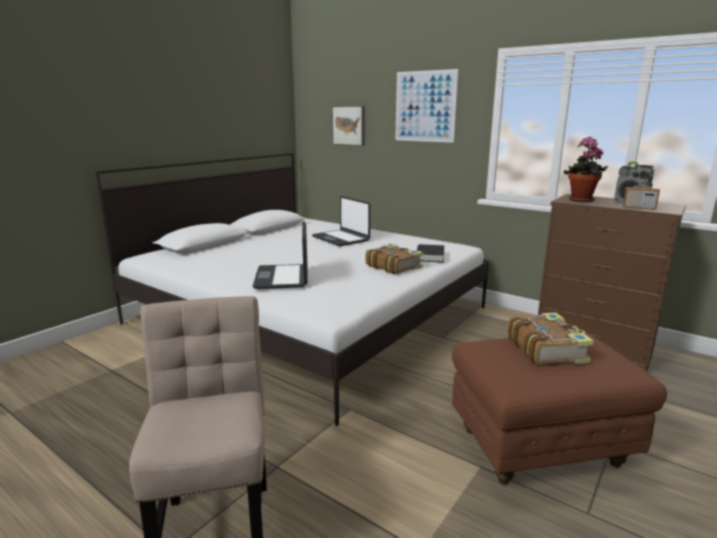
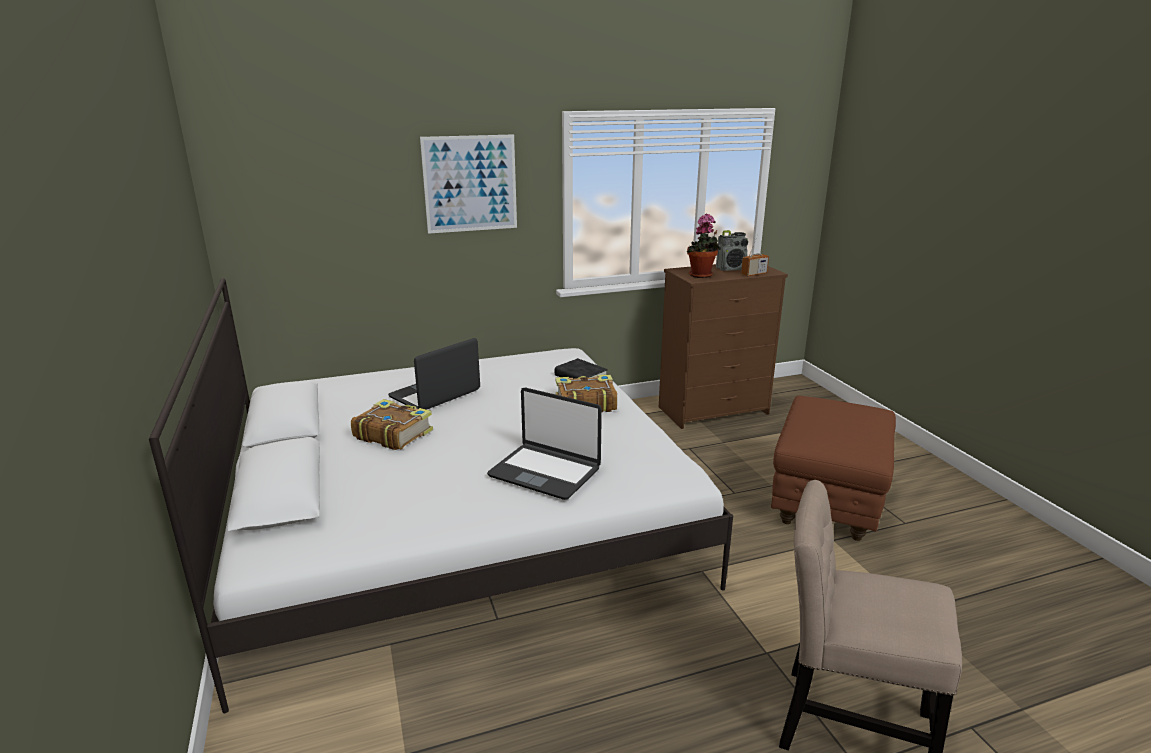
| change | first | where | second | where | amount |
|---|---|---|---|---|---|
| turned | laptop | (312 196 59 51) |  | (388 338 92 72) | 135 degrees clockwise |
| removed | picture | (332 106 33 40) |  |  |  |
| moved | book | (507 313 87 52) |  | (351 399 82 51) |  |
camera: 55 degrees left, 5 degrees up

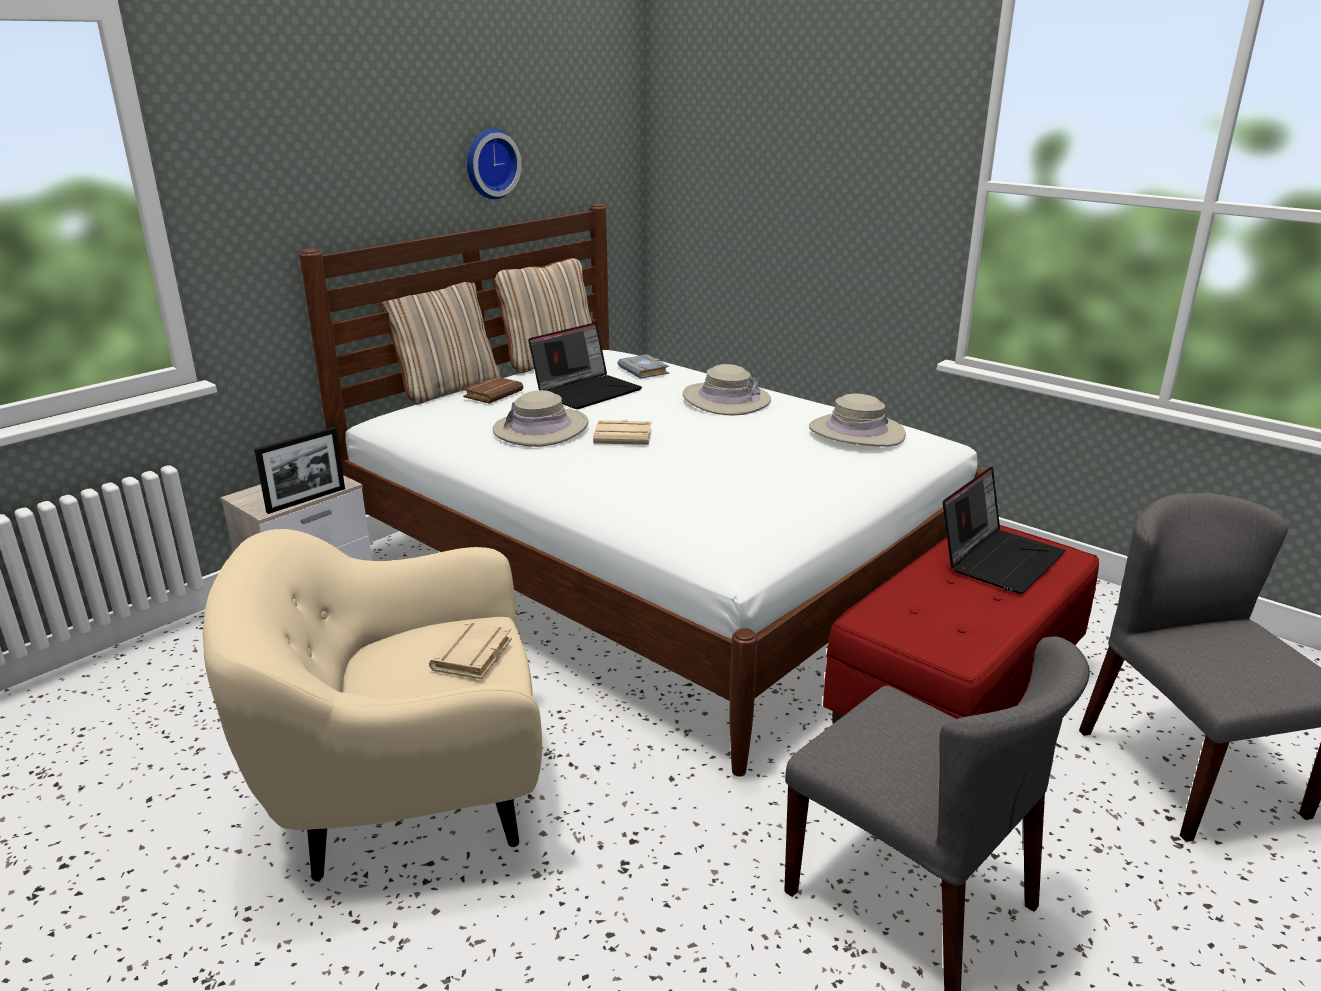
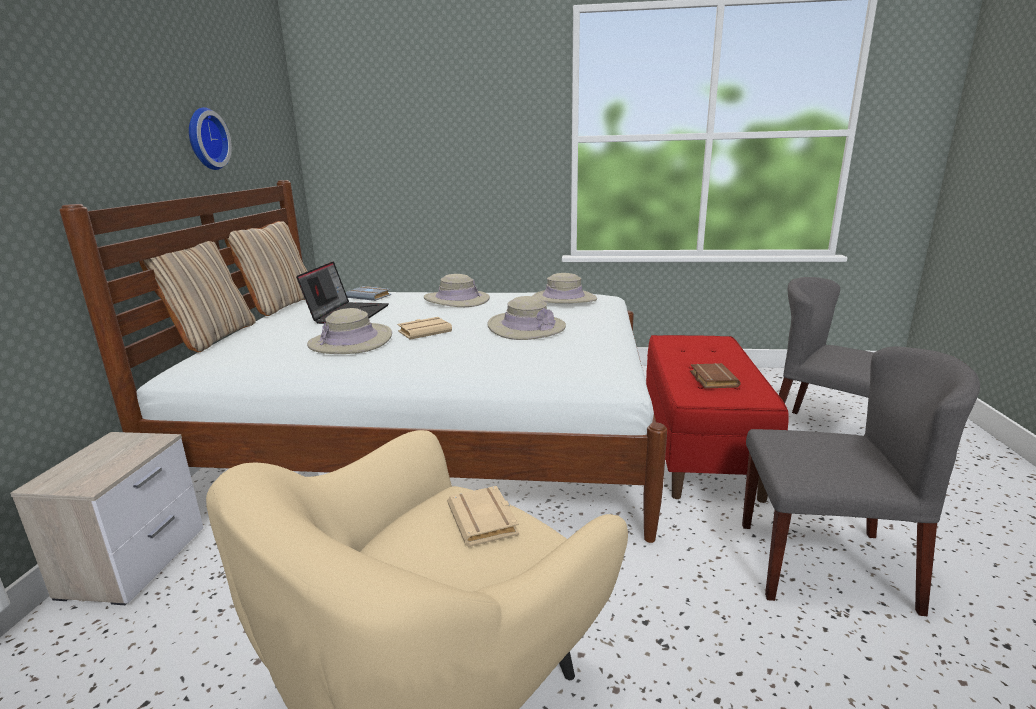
| change | first | where | second | where | amount |
|---|---|---|---|---|---|
| removed | picture_frame | (254 427 91 87) |  |  |  |
| moved | brown_book | (463 376 60 28) |  | (690 363 51 26) |  |
| removed | laptop | (943 466 123 128) |  |  |  |
| added |  |  | beige_hat | (487 296 79 44) |  |
camera: 35 degrees left, 5 degrees down

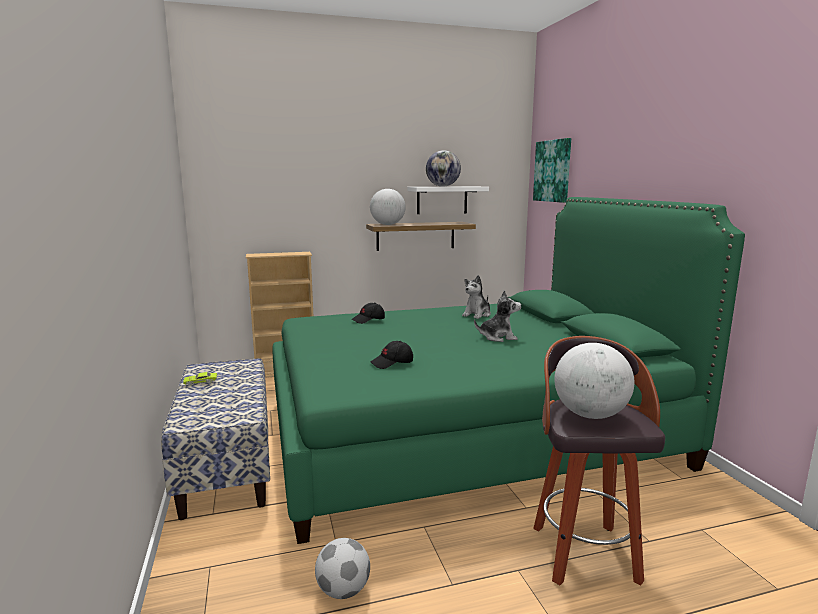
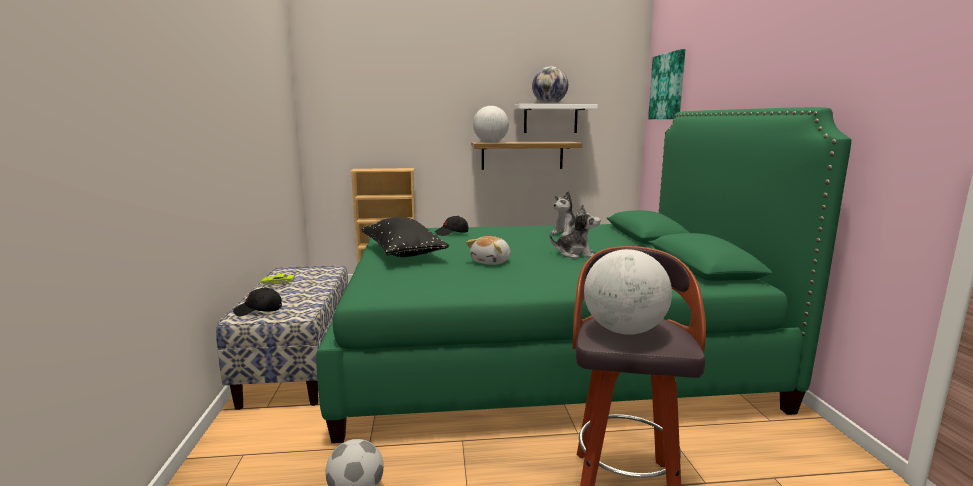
| change | first | where | second | where | amount |
|---|---|---|---|---|---|
| moved | black_cap | (371 341 42 28) |  | (233 288 49 28) |  |
| added |  |  | black_pillow | (361 217 88 40) |  |
| added |  |  | plush_toy | (466 236 44 29) |  |
camera: 10 degrees right, 0 degrees up

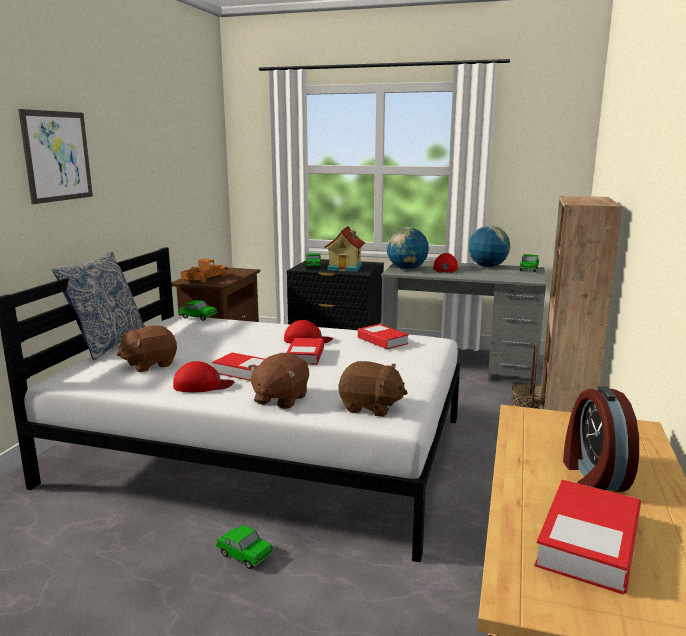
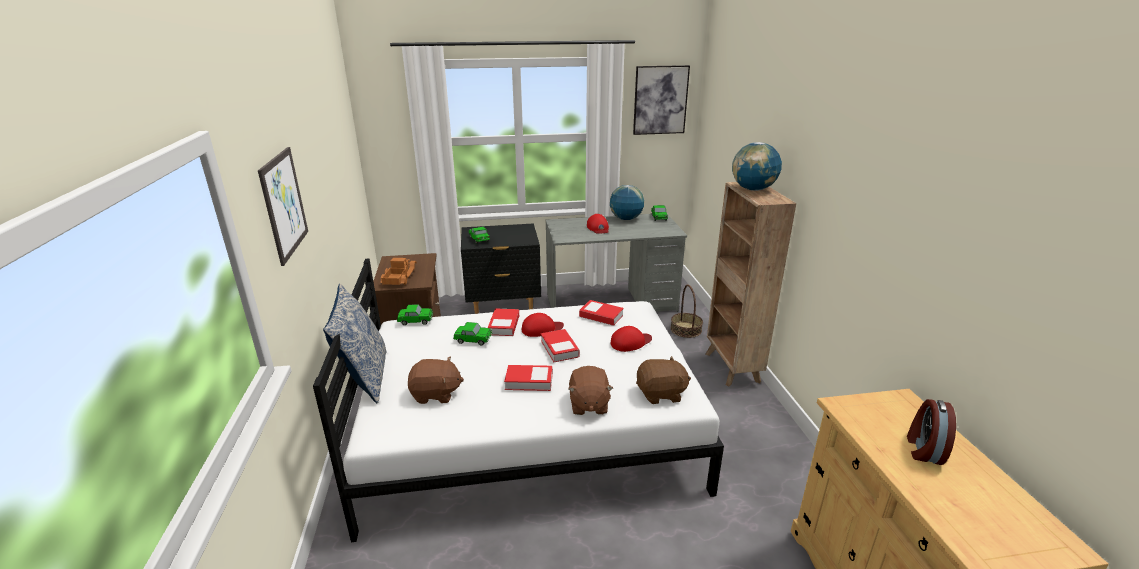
| change | first | where | second | where | amount |
|---|---|---|---|---|---|
| turned | brown_plush_toy | (117 325 60 47) |  | (408 357 56 47) | 120 degrees counterclockwise |
| moved | red_cap | (173 361 61 31) |  | (611 326 41 26) |  |
| moved | toy_car | (216 525 57 44) |  | (453 322 39 24) |  |
| removed | toy_house | (324 226 41 46) |  |  |  |
| moved | globe | (387 227 42 42) |  | (732 142 50 49) |  |
| moved | book | (534 480 107 115) |  | (488 308 31 28) |  |
| turned | alarm_clock | (563 386 76 106) |  | (907 399 49 66) | 45 degrees clockwise |
| added |  |  | picture | (633 65 57 70) |  |
camera: 25 degrees left, 10 degrees up

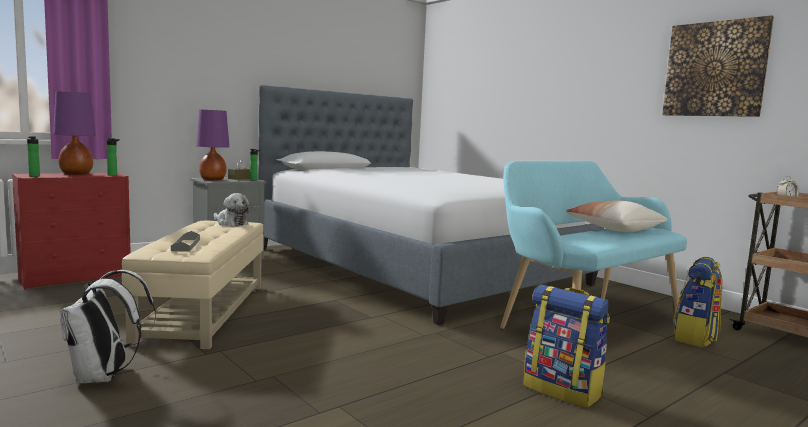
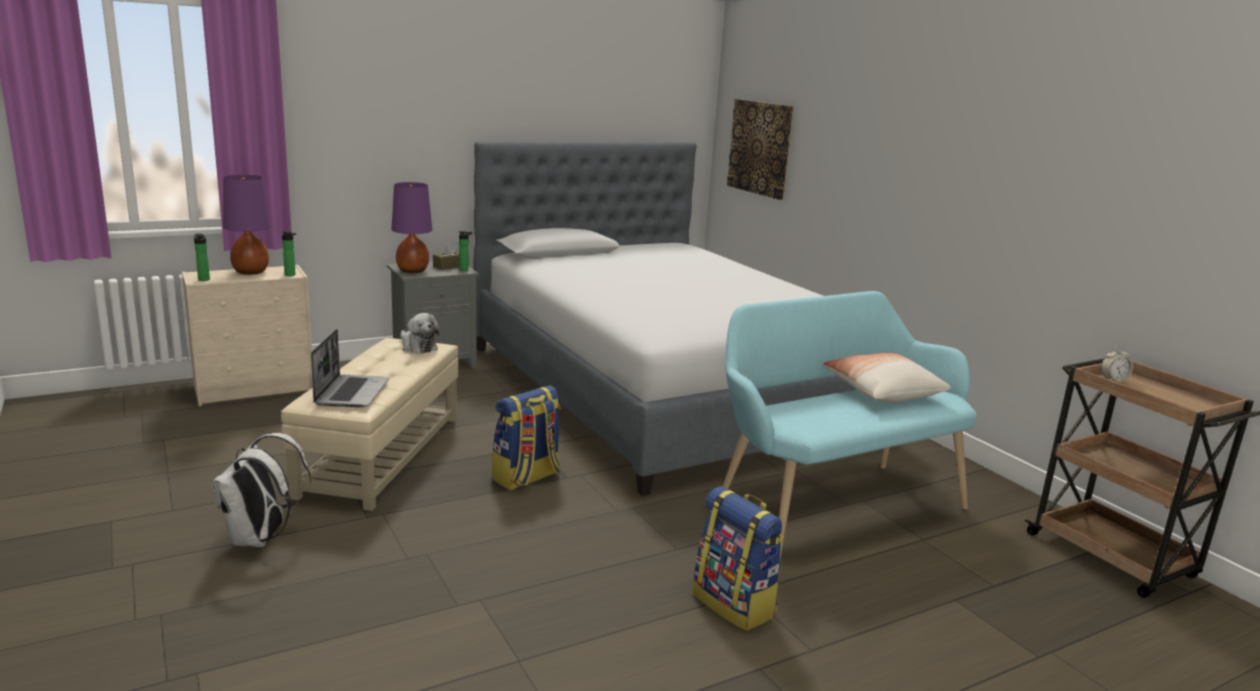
| change | first | where | second | where | amount |
|---|---|---|---|---|---|
| recoloured | red_dresser | (12 172 119 118) | beige_dresser | (182 265 131 141) |  |
| replaced | grey_tray | (171 231 29 20) | laptop | (311 329 78 78) |  |
| moved | picture | (662 15 112 102) |  | (727 99 67 101) |  |
| moved | backpack | (673 257 50 90) |  | (492 385 68 105) |  |
camera: 10 degrees right, 10 degrees up

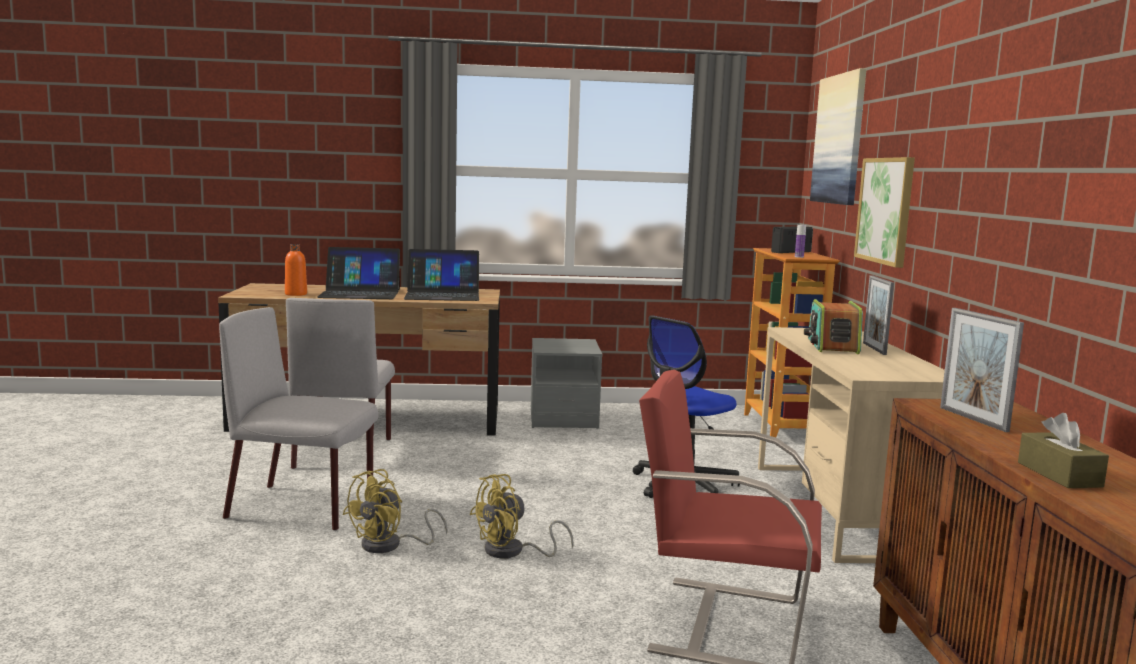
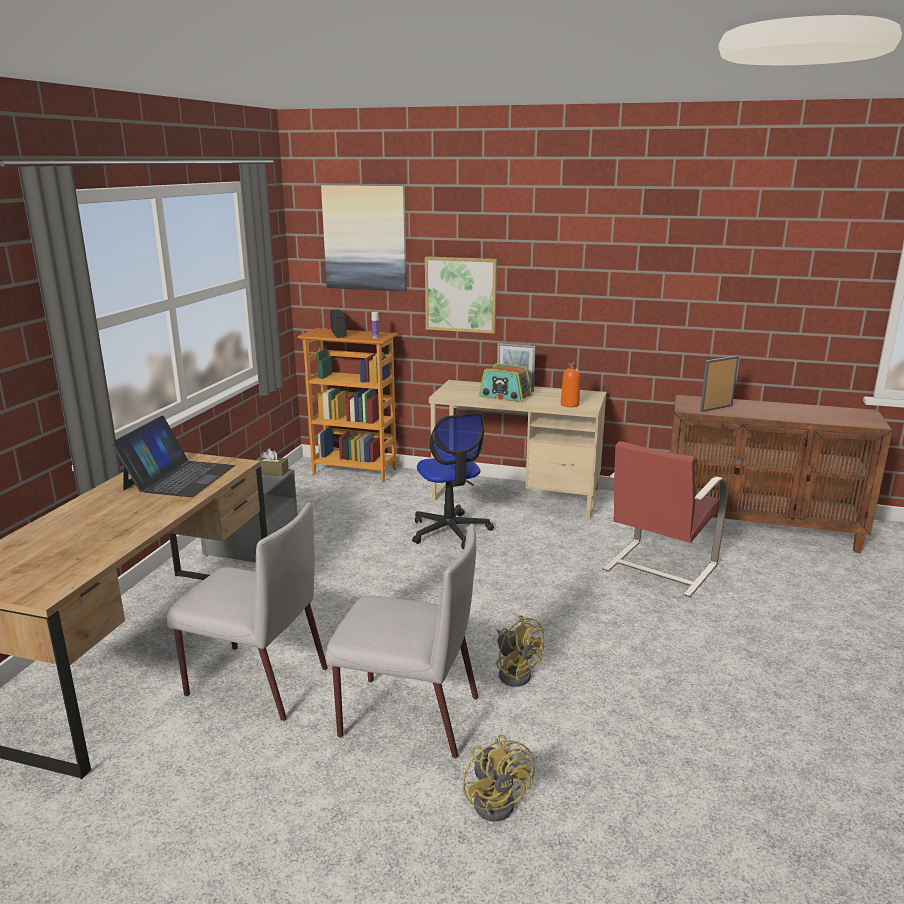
| change | first | where | second | where | amount |
|---|---|---|---|---|---|
| turned | grey_chair | (219 307 159 224) |  | (326 524 152 234) | 105 degrees counterclockwise |
| moved | orange_bottle | (285 244 22 52) |  | (561 362 19 45) |  |
| removed | laptop | (317 247 83 52) |  |  |  |
| moved | yellow_fan | (470 474 103 84) |  | (463 734 72 88) |  |
| turned | picture_frame | (940 308 84 124) |  | (700 356 39 56) | 150 degrees clockwise |
| moved | brown_tissue_box | (1018 413 91 75) |  | (256 449 33 27) |  |
camera: 70 degrees left, 10 degrees up

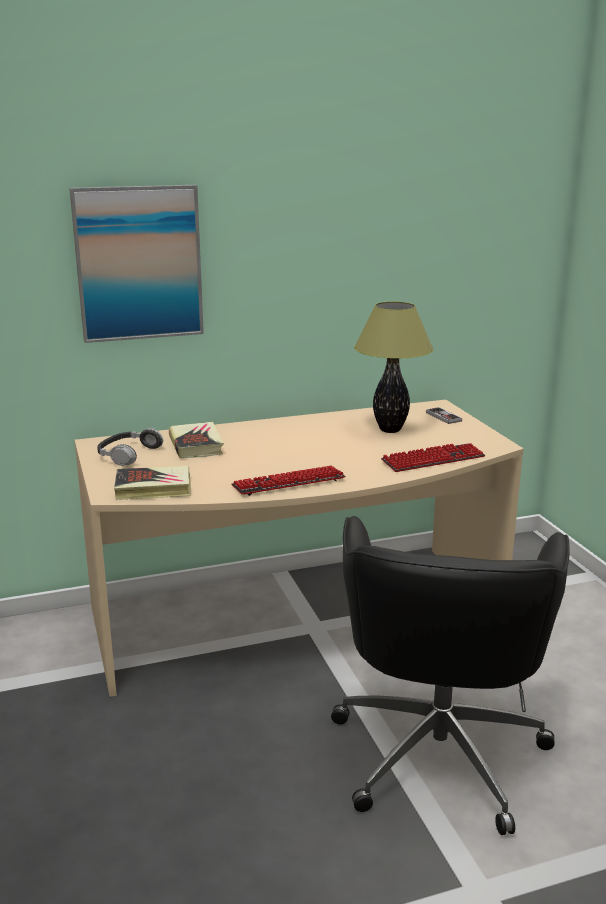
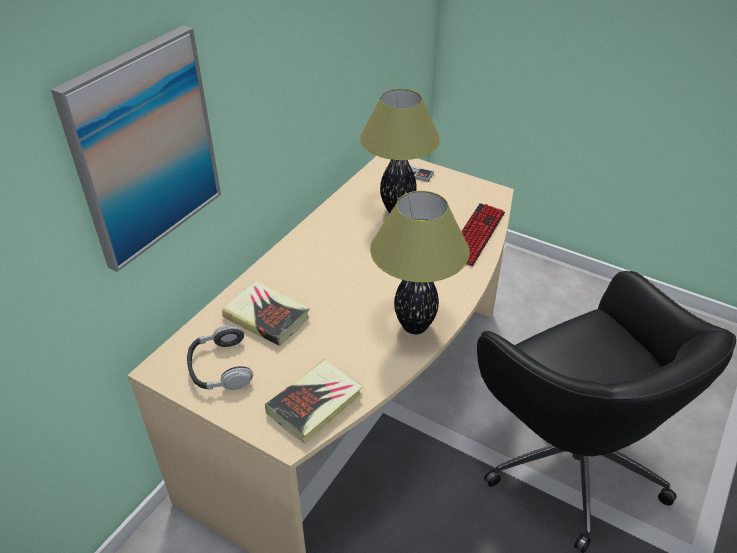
| change | first | where | second | where | amount |
|---|---|---|---|---|---|
| replaced | keyboard | (232 465 113 31) | table_lamp | (370 191 100 143) |  |
camera: 40 degrees left, 20 degrees up

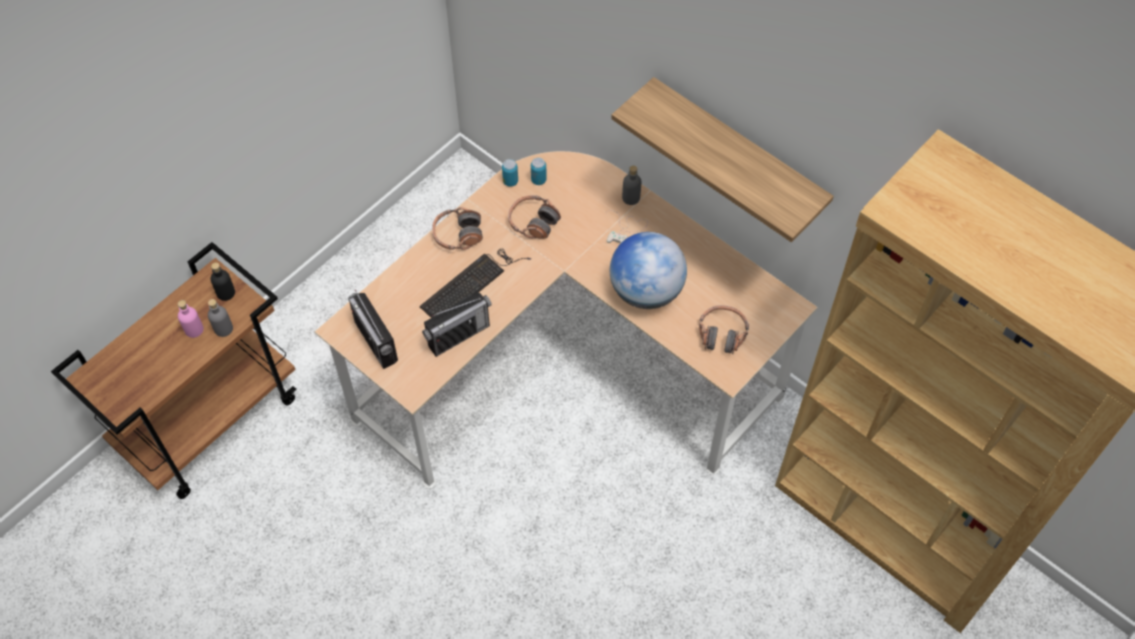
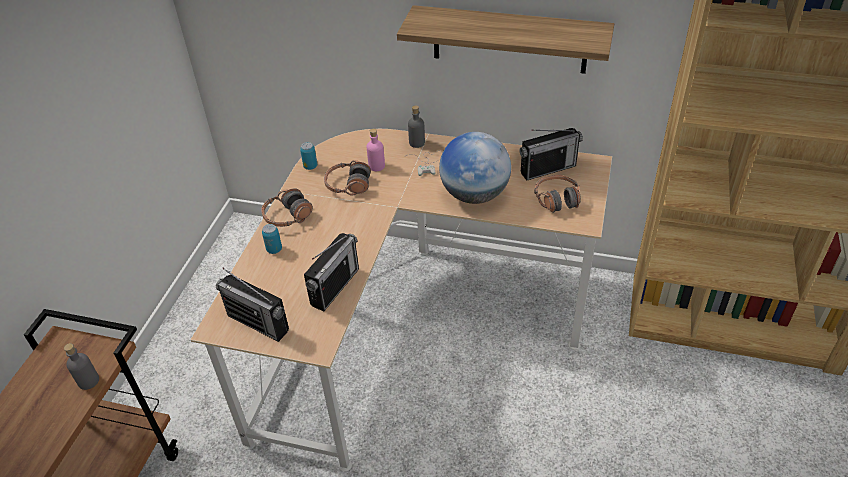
| change | first | where | second | where | amount |
|---|---|---|---|---|---|
| moved | pink_bottle | (178 300 26 38) |  | (367 128 18 43) |  |
| removed | black_bottle | (210 263 25 38) |  |  |  |
| removed | keyboard | (420 249 111 69) |  |  |  |
| moved | can | (531 158 16 27) |  | (262 224 20 30) |  |
| added |  |  | radio | (519 128 64 53) |  |
camera: 25 degrees left, 15 degrees down

